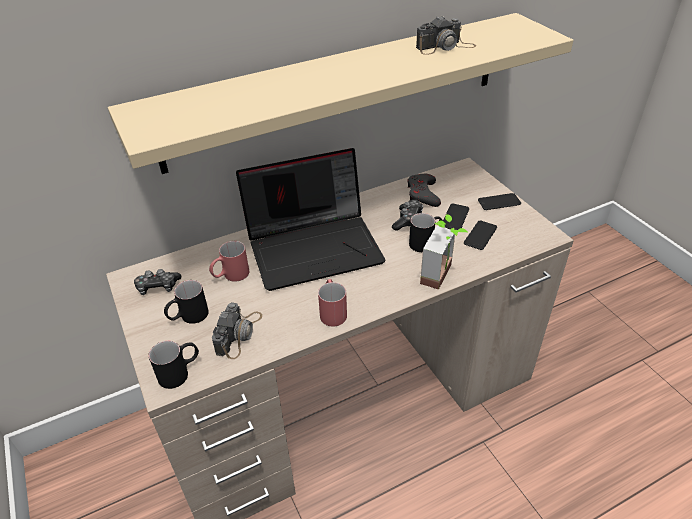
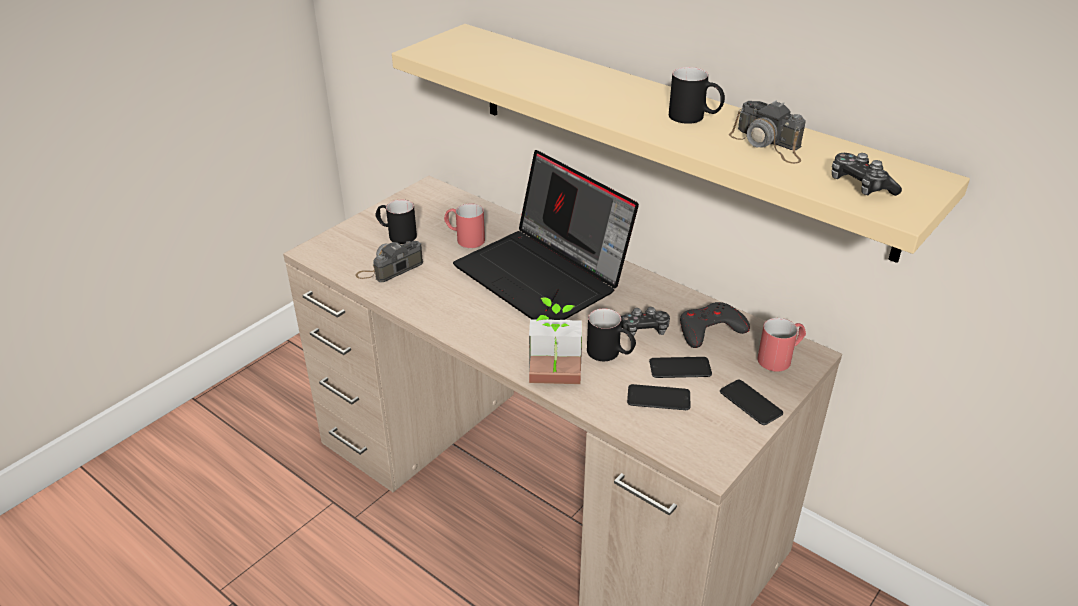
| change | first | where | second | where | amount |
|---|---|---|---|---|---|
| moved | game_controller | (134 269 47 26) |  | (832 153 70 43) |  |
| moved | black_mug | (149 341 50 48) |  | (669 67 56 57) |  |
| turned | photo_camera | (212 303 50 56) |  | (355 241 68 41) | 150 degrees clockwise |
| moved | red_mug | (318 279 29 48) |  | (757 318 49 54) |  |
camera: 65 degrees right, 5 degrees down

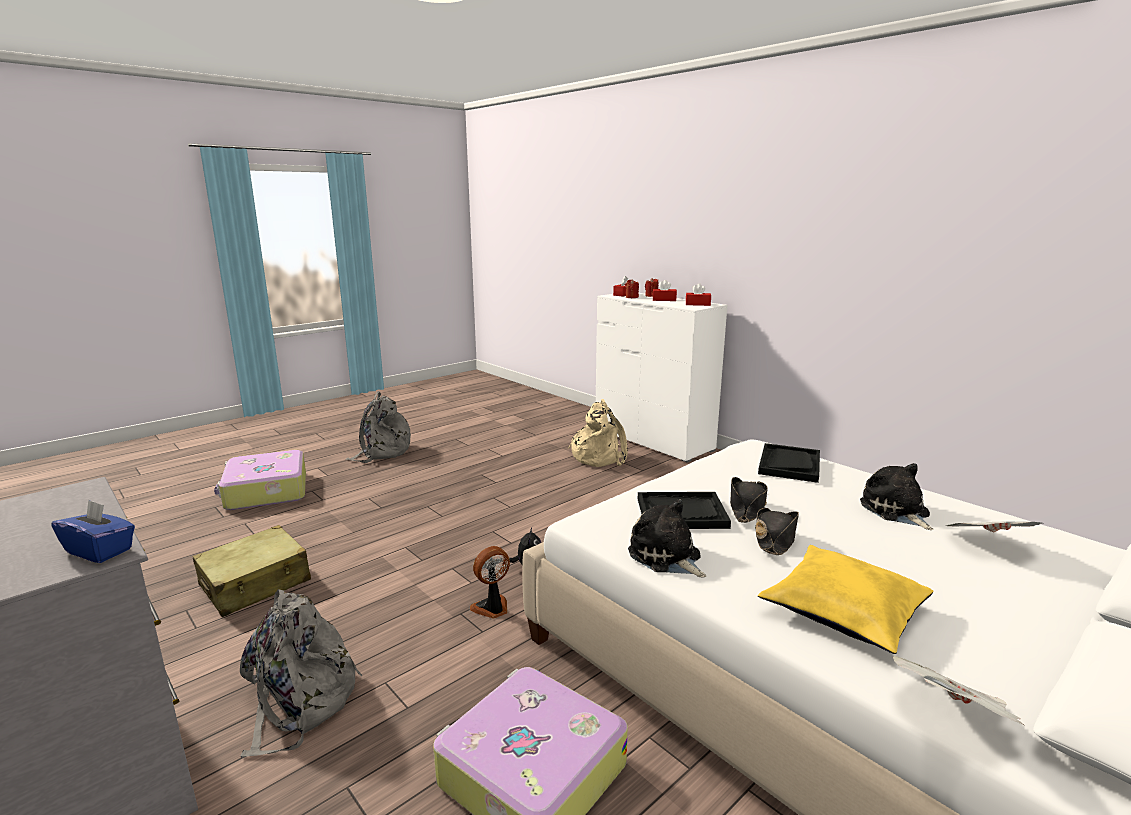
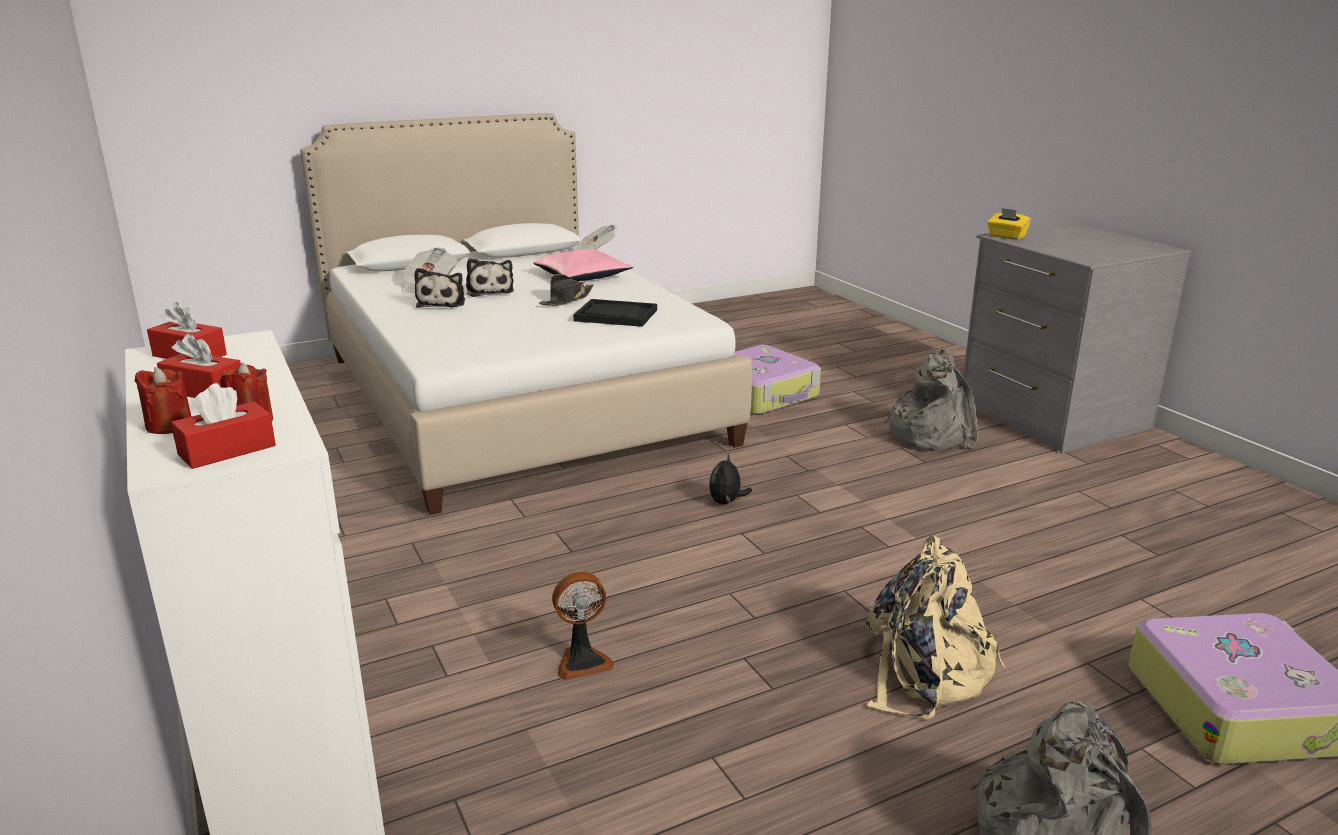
| change | first | where | second | where | amount |
|---|---|---|---|---|---|
| recoloured | blue_tissue_box | (51 499 84 64) | yellow_tissue_box | (987 208 44 32) |  |
| removed | beige_suitcase | (192 525 119 92) |  |  |  |
| moved | fan | (470 546 40 72) |  | (552 572 62 108) |  |
| moved | beige_backpack | (568 399 60 68) |  | (866 536 139 183) |  |
| moved | plush_toy | (628 499 78 79) |  | (466 259 48 38) |  |
| removed | black_hat | (730 477 38 46) |  |  |  |
| removed | black_tray | (758 443 62 40) |  |  |  |
| recoloured | yellow_pillow | (758 545 175 109) | pink_pillow | (533 249 100 32) |  |
camera: 165 degrees left, 5 degrees up

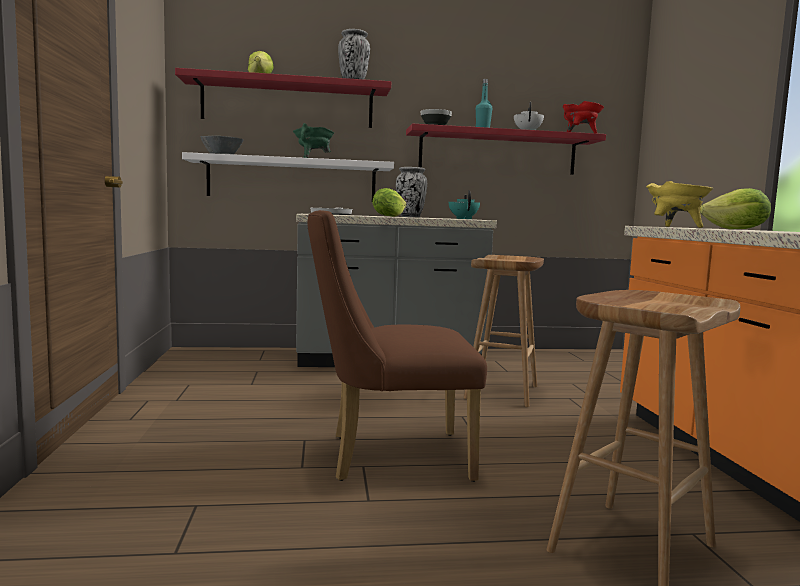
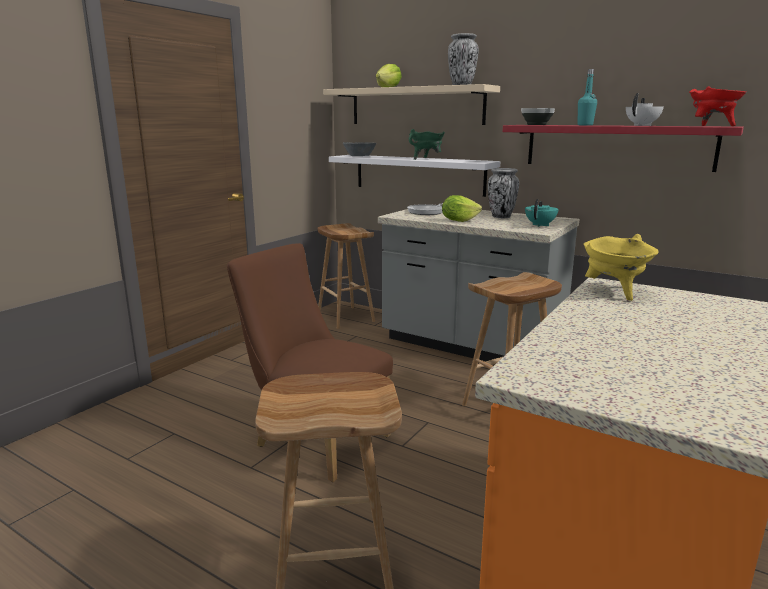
| change | first | where | second | where | amount |
|---|---|---|---|---|---|
| recoloured | red_shelf | (175 68 216 60) | beige_shelf | (323 84 177 41) |  |
| removed | lettuce | (700 188 71 41) |  |  |  |
| added |  |  | brown_stool | (318 223 57 106) |  |
camera: 40 degrees right, 10 degrees up

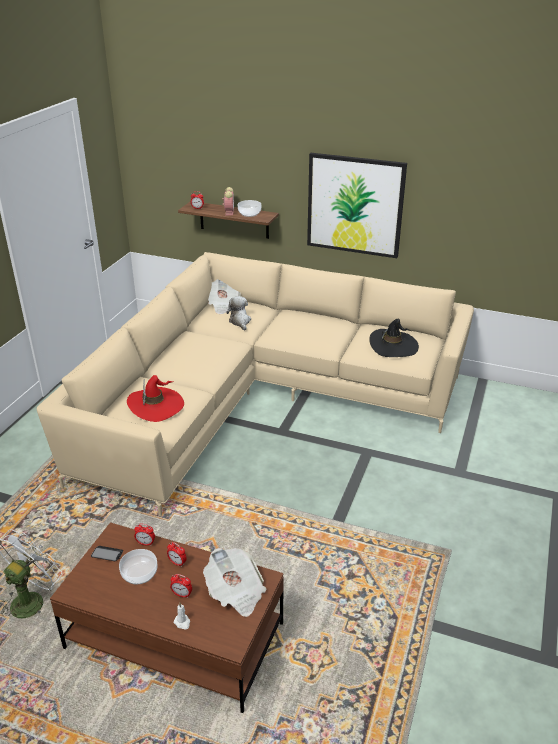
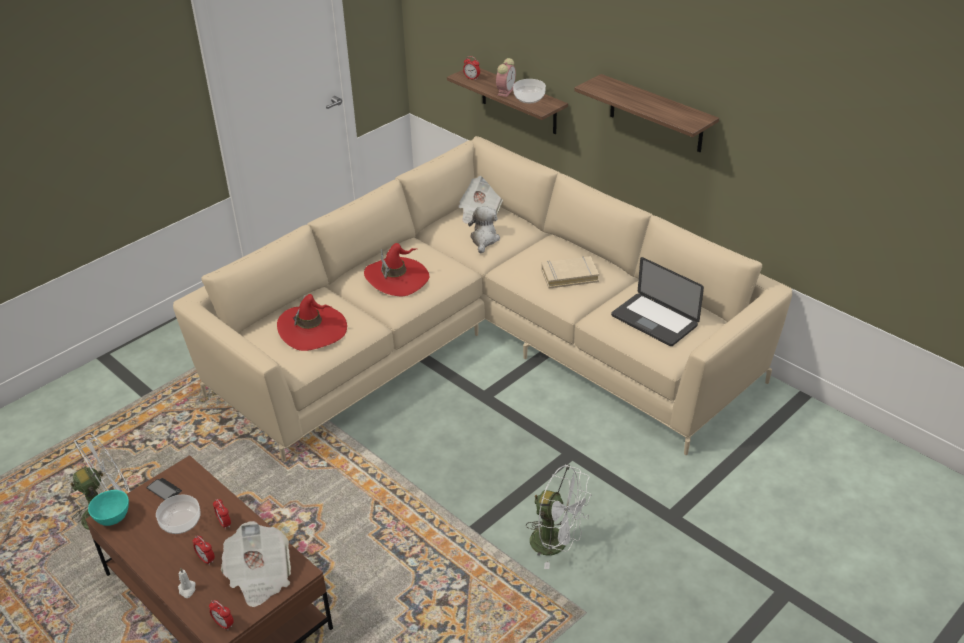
| change | first | where | second | where | amount |
|---|---|---|---|---|---|
| moved | alarm_clock | (134 523 21 23) |  | (209 600 25 30) |  |
| replaced | picture | (307 153 100 105) | shelf | (574 74 145 78) |  |
| replaced | black_hat | (369 318 50 39) | laptop | (611 257 93 89) |  |
| added |  |  | turquoise_bowl | (88 490 41 36) |  |
| added |  |  | red_hat | (364 243 65 54) |  |
| added |  |  | white_fan | (526 464 66 105) |  |
| added |  |  | beige_book | (541 256 58 33) |  |
camera: 25 degrees right, 5 degrees up

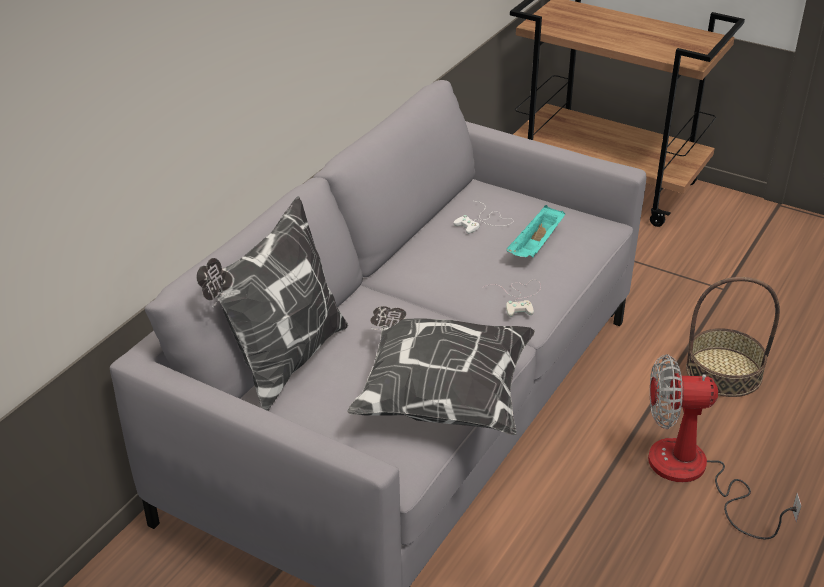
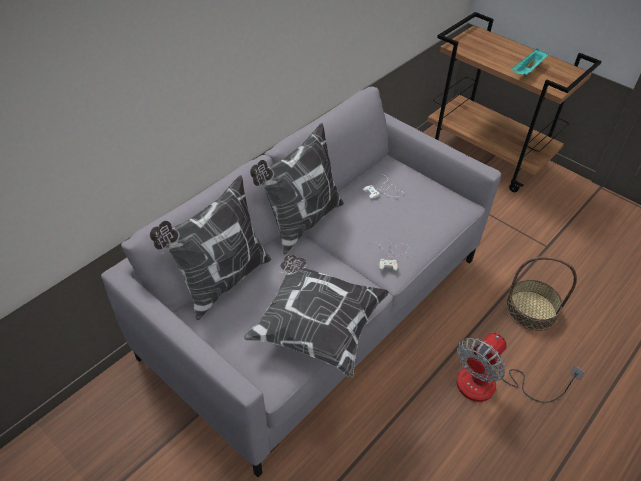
| change | first | where | second | where | amount |
|---|---|---|---|---|---|
| moved | turquoise_tray | (506 205 59 52) |  | (512 48 36 27) |  |
| turned | fan | (648 354 153 186) |  | (456 333 129 70) | 60 degrees counterclockwise |
| added |  |  | pillow | (250 123 94 132) |  |
camera: 10 degrees right, 10 degrees up

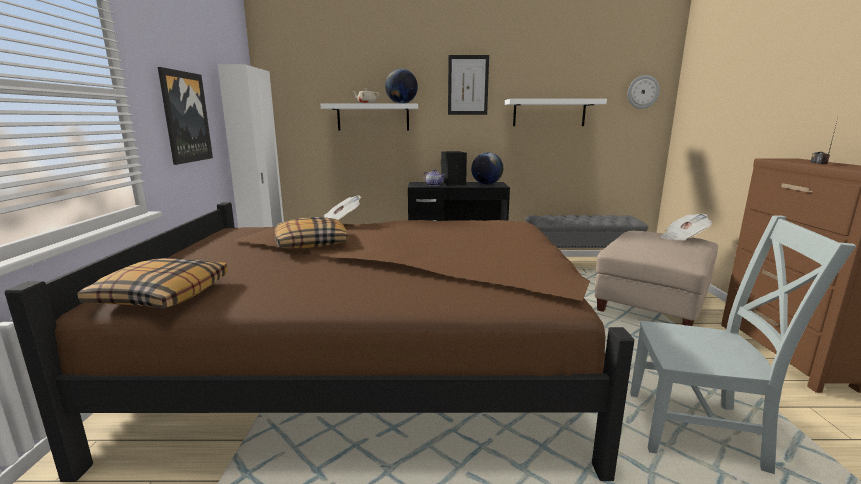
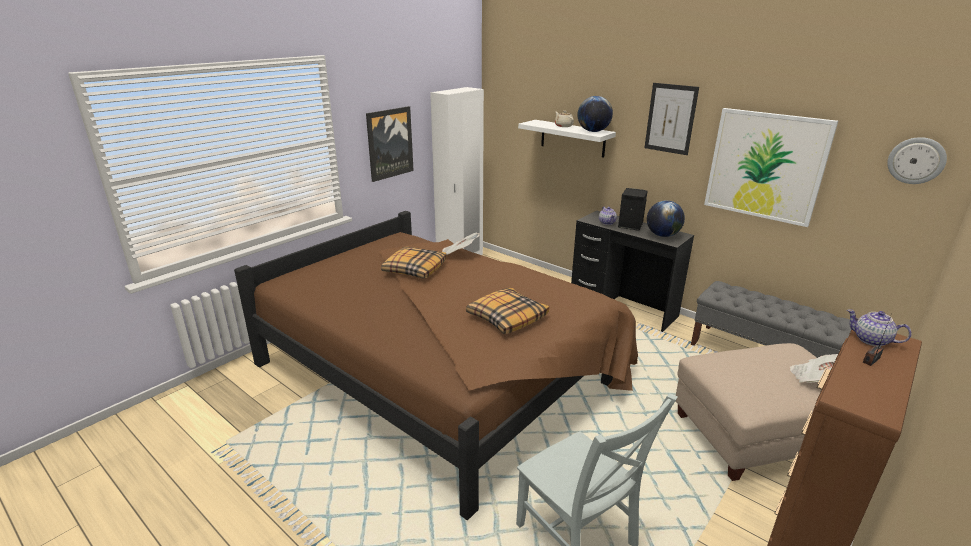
| change | first | where | second | where | amount |
|---|---|---|---|---|---|
| moved | pillow | (78 258 150 50) |  | (466 288 83 46) |  |
| replaced | white_shelf | (505 99 102 27) | picture | (704 108 134 119) |  |
| added |  |  | teapot | (847 309 64 37) |  |
camera: 40 degrees right, 10 degrees up

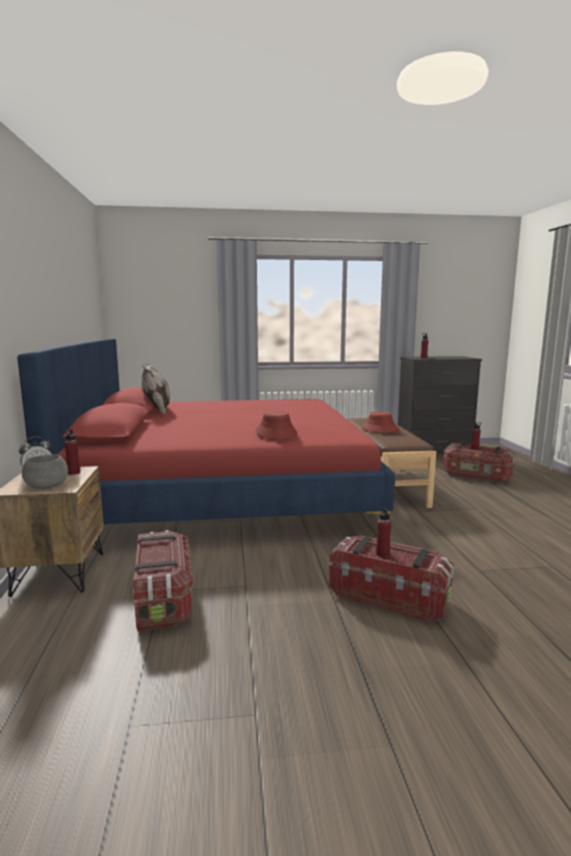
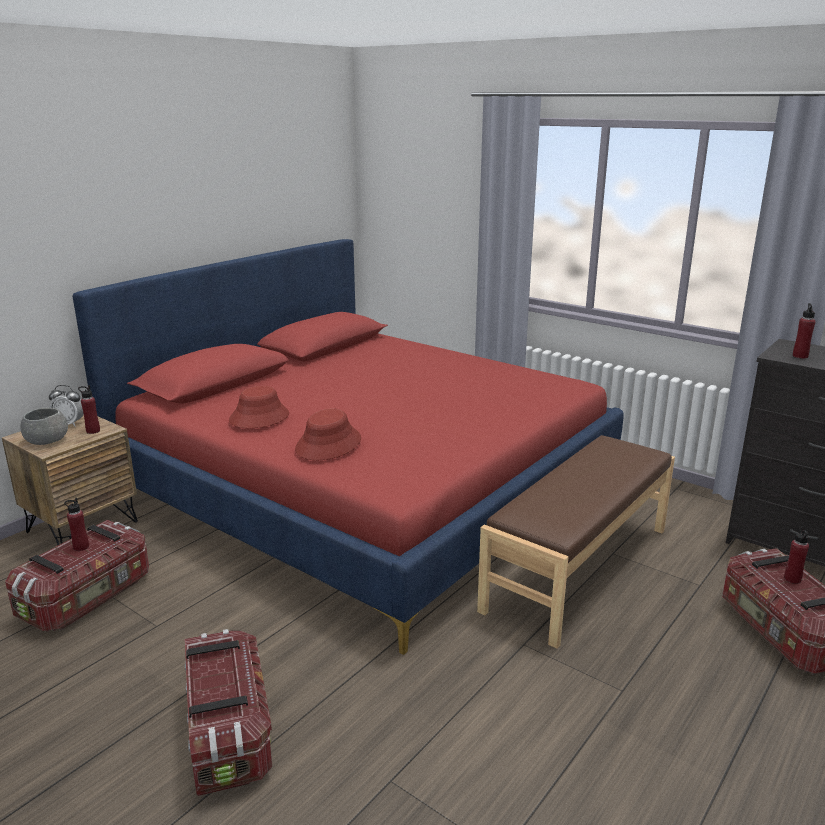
| change | first | where | second | where | amount |
|---|---|---|---|---|---|
| removed | pillow | (142 363 28 52) |  |  |  |
| moved | red_hat | (362 412 37 21) |  | (229 386 60 42) |  |
| moved | red_bottle | (376 506 15 51) |  | (64 498 25 53) |  |
camera: 45 degrees right, 10 degrees up

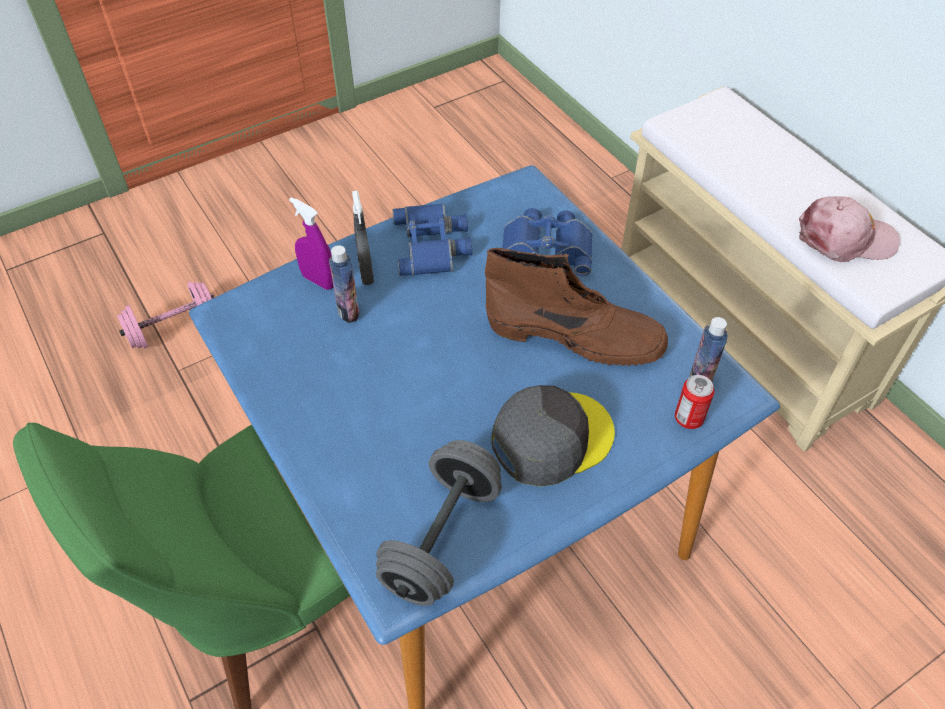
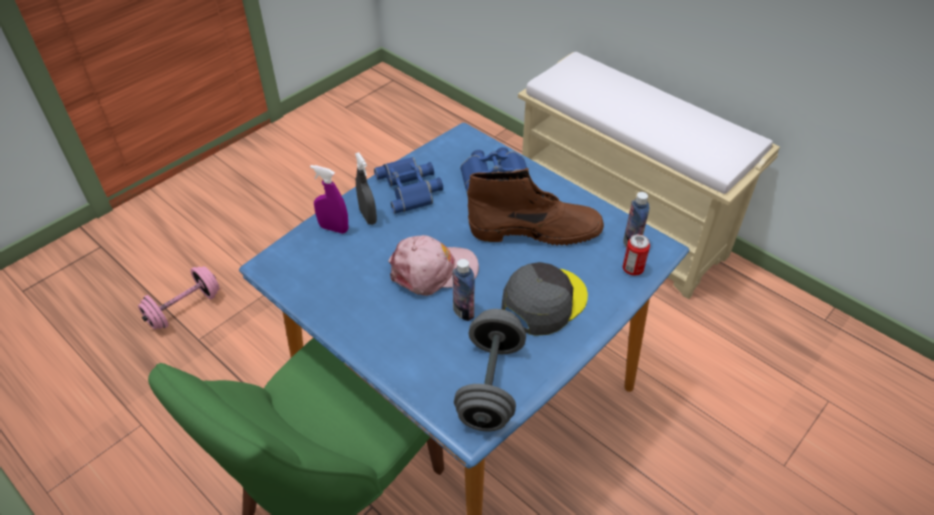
| change | first | where | second | where | amount |
|---|---|---|---|---|---|
| moved | bottle | (329 245 30 78) |  | (452 259 23 62) |  |
| moved | pink_cap | (799 196 101 66) |  | (388 235 91 61) |  |
camera: 15 degrees left, 5 degrees down

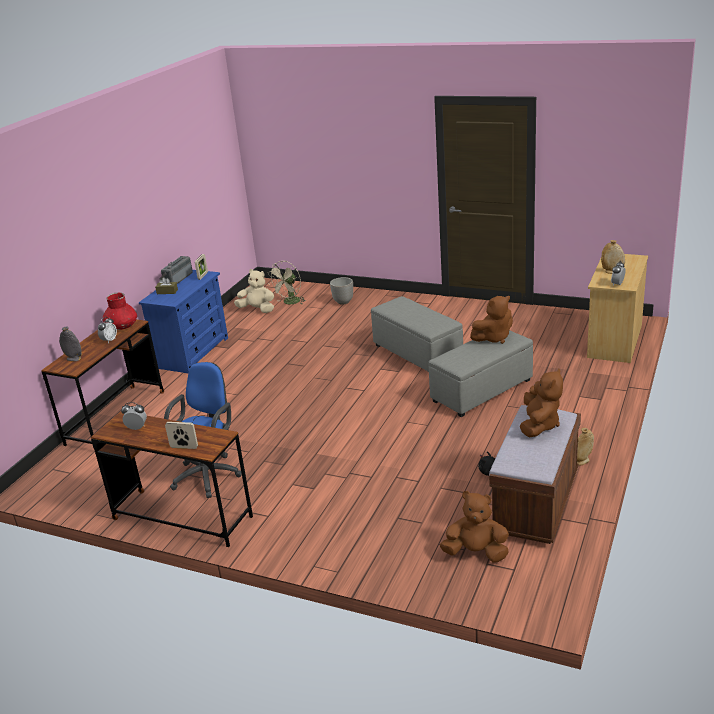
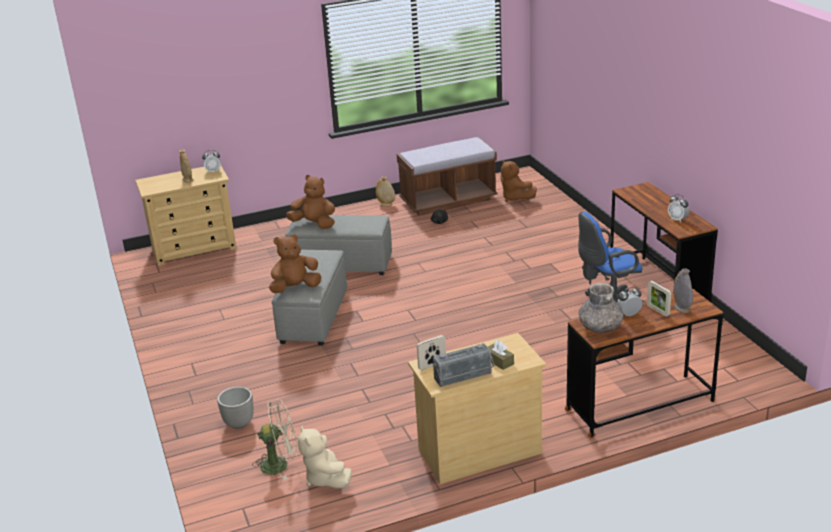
| change | first | where | second | where | amount |
|---|---|---|---|---|---|
| recoloured | red_vase | (103 292 34 38) | grey_vase | (579 283 44 50) |  |
| recoloured | blue_dresser | (139 270 89 103) | beige_dresser | (408 333 138 151) |  |
| moved | picture_frame | (165 422 33 27) |  | (647 281 24 36) |  |
| moved | brown_plush_toy | (520 369 43 68) |  | (269 234 52 59) |  |
camera: 135 degrees left, 0 degrees up

